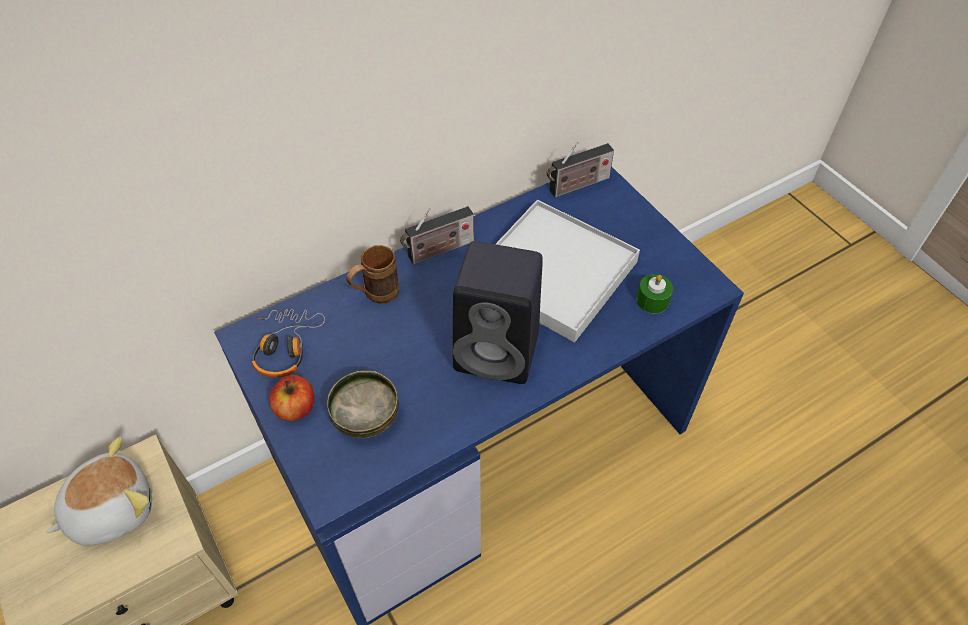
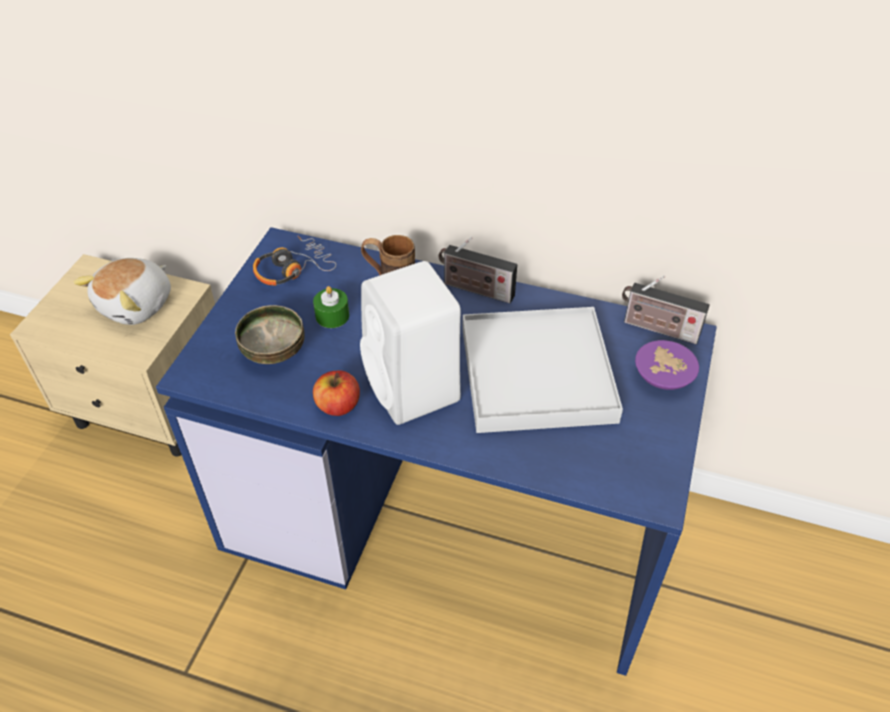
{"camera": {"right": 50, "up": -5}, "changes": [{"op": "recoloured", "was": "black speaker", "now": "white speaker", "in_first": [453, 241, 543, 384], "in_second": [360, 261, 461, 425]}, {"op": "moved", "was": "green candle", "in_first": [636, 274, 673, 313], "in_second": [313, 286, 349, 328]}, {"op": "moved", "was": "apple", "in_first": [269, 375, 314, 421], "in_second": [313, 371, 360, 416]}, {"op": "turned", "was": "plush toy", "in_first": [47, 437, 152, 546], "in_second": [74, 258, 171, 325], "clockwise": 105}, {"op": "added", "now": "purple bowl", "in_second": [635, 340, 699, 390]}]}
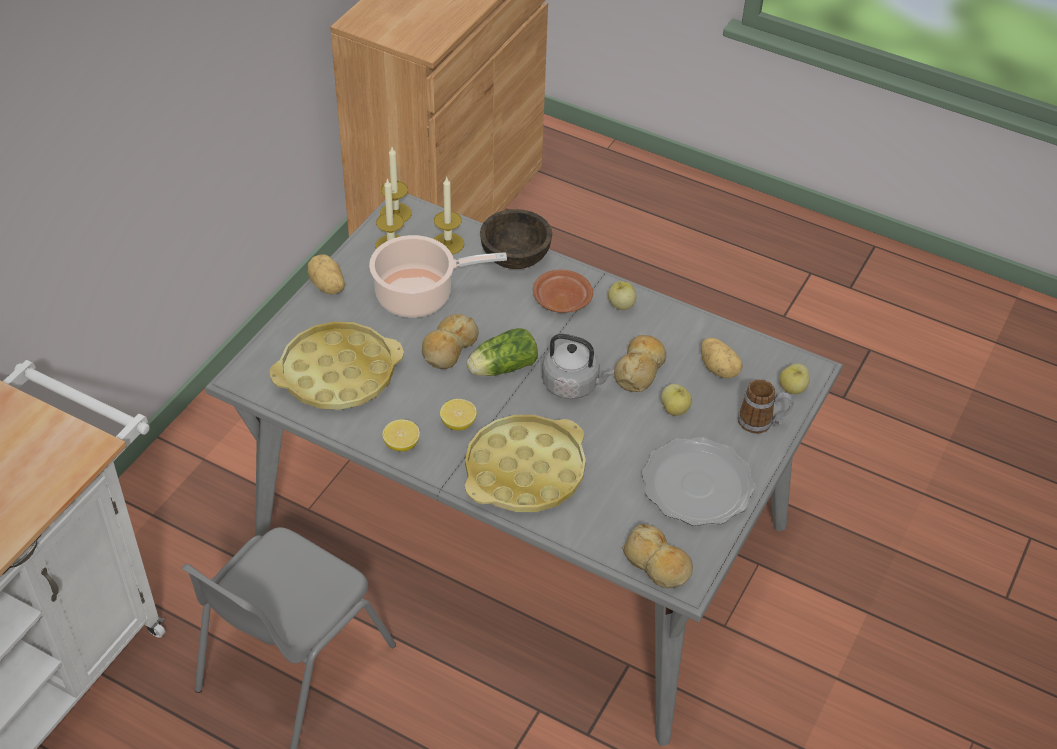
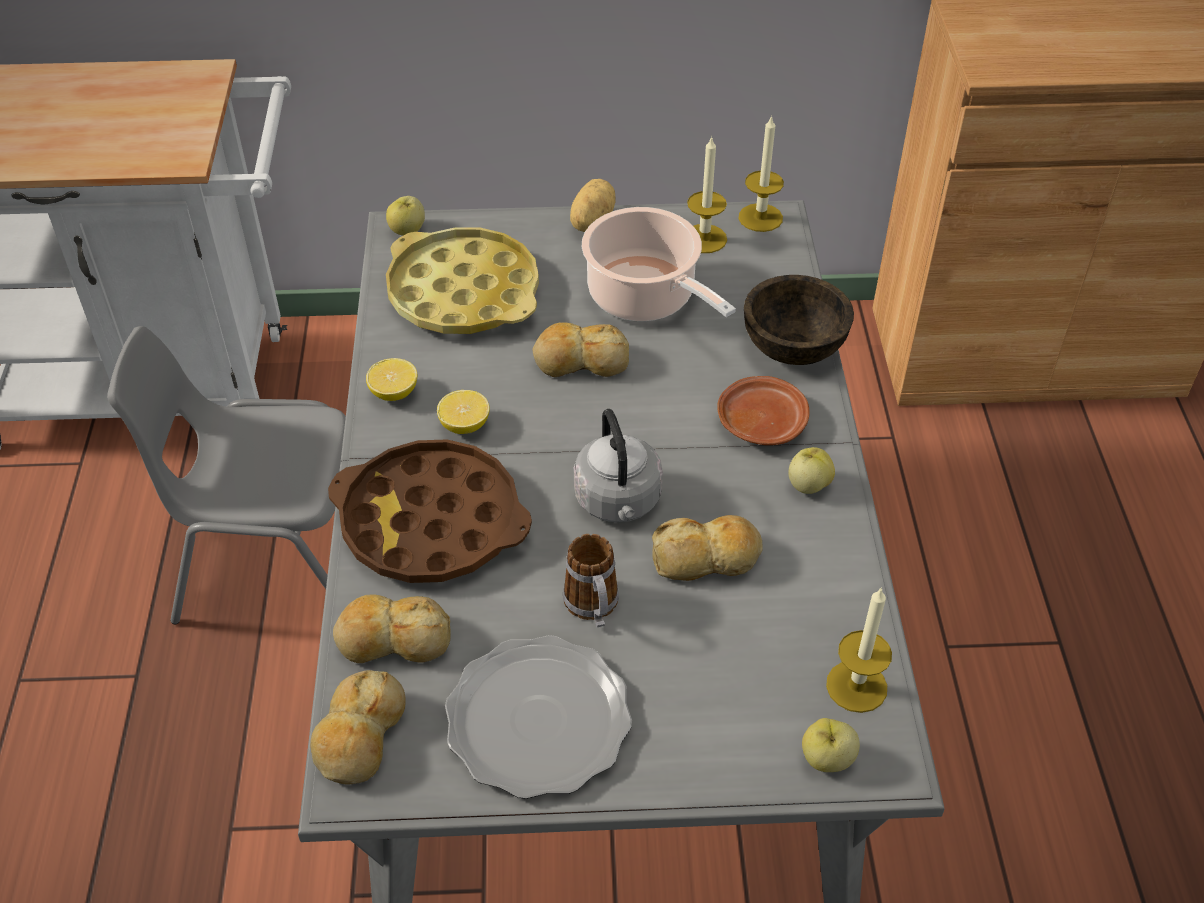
{"camera": {"right": 60, "up": 0}, "changes": [{"op": "moved", "was": "candle", "in_first": [434, 177, 464, 255], "in_second": [826, 587, 892, 713]}, {"op": "removed", "was": "lettuce", "in_first": [466, 328, 538, 376]}, {"op": "removed", "was": "potato", "in_first": [701, 338, 743, 378]}, {"op": "moved", "was": "mug", "in_first": [738, 379, 793, 433], "in_second": [563, 534, 619, 627]}, {"op": "moved", "was": "apple", "in_first": [661, 384, 692, 416], "in_second": [386, 196, 425, 236]}, {"op": "recoloured", "was": "yellow tray", "now": "brown tray", "in_first": [465, 415, 586, 512], "in_second": [328, 439, 532, 583]}, {"op": "added", "now": "bread", "in_second": [333, 594, 451, 663]}]}
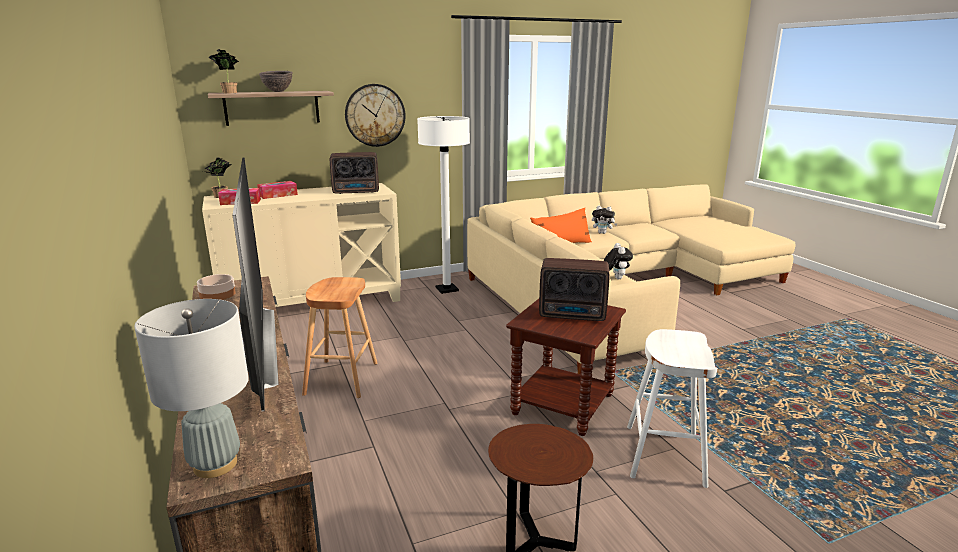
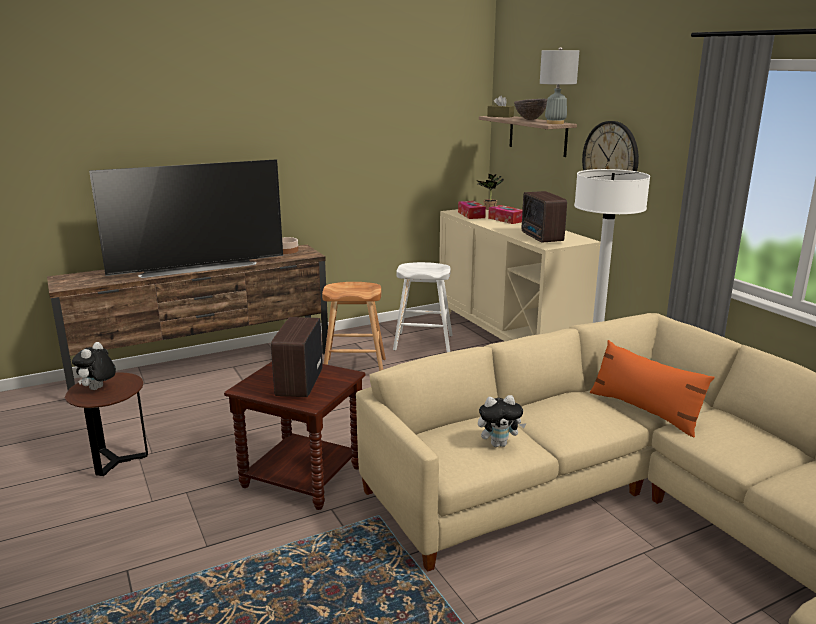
{"camera": {"right": 85, "up": 0}, "changes": [{"op": "replaced", "was": "potted plant", "now": "brown tissue box", "in_first": [208, 49, 239, 93], "in_second": [487, 96, 514, 118]}, {"op": "moved", "was": "plush toy", "in_first": [592, 206, 617, 234], "in_second": [72, 342, 116, 390]}, {"op": "moved", "was": "grey table lamp", "in_first": [134, 299, 249, 478], "in_second": [540, 47, 579, 124]}, {"op": "moved", "was": "white stool", "in_first": [627, 329, 717, 488], "in_second": [393, 262, 453, 352]}]}
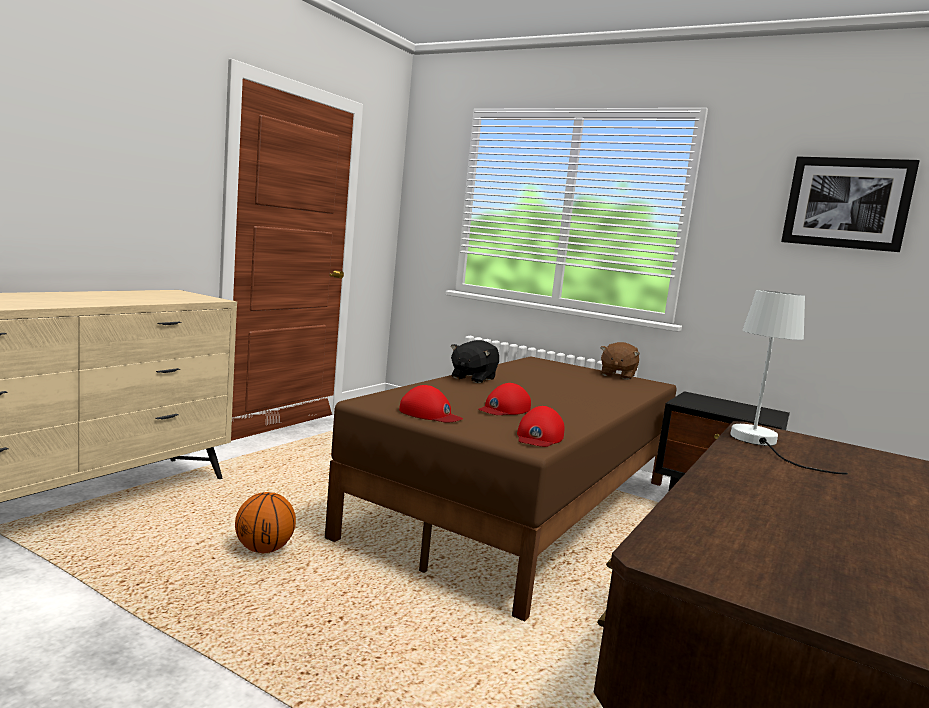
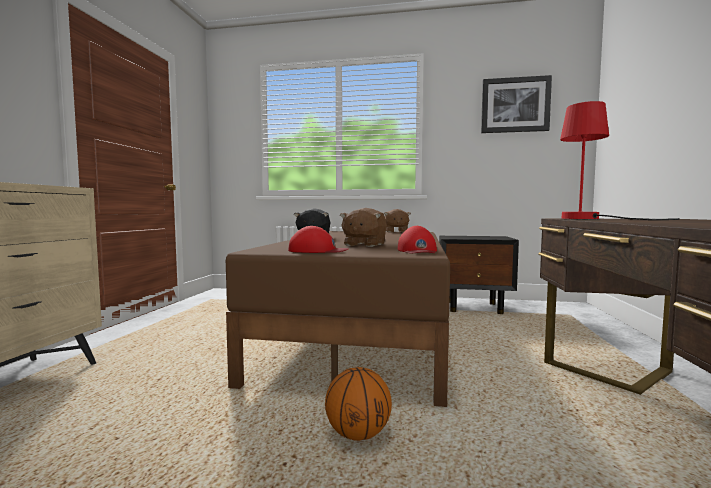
{"camera": {"right": -20, "up": -5}, "changes": [{"op": "recoloured", "was": "white table lamp", "now": "red table lamp", "in_first": [730, 290, 848, 475], "in_second": [560, 101, 680, 220]}, {"op": "replaced", "was": "red cap", "now": "brown plush toy", "in_first": [478, 383, 531, 415], "in_second": [340, 208, 387, 247]}, {"op": "moved", "was": "basketball", "in_first": [235, 492, 296, 553], "in_second": [325, 367, 392, 441]}]}
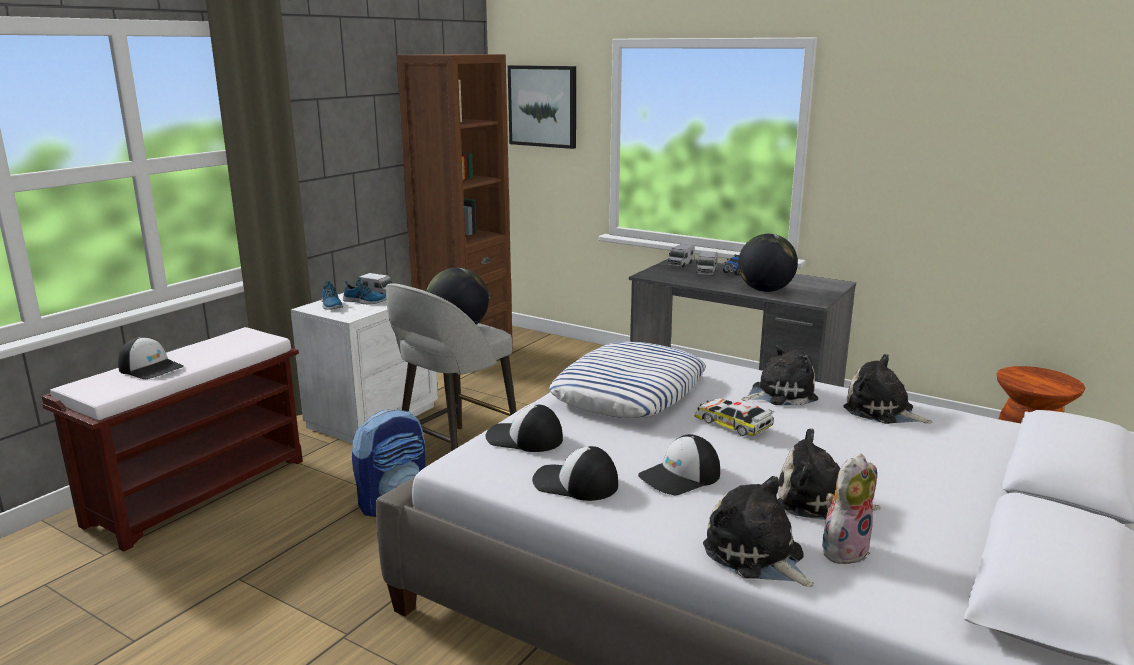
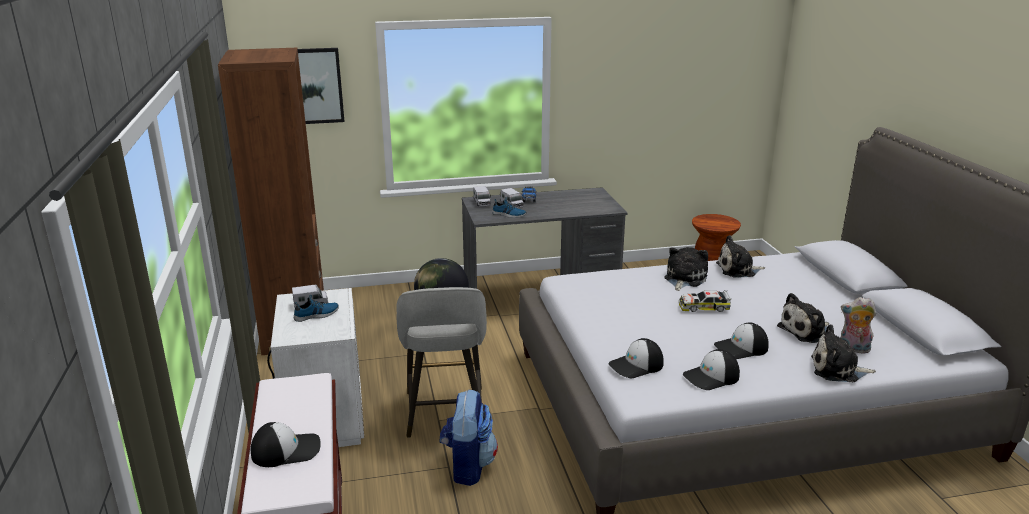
{"camera": {"right": -45, "up": 5}, "changes": [{"op": "removed", "was": "globe", "in_first": [738, 234, 798, 292]}, {"op": "moved", "was": "shoe", "in_first": [321, 281, 343, 310], "in_second": [492, 197, 527, 218]}, {"op": "removed", "was": "pillow", "in_first": [549, 342, 706, 418]}, {"op": "turned", "was": "cap", "in_first": [638, 434, 720, 495], "in_second": [714, 322, 769, 359], "clockwise": 60}, {"op": "turned", "was": "plush toy", "in_first": [822, 454, 877, 566], "in_second": [841, 297, 876, 354], "clockwise": -75}]}
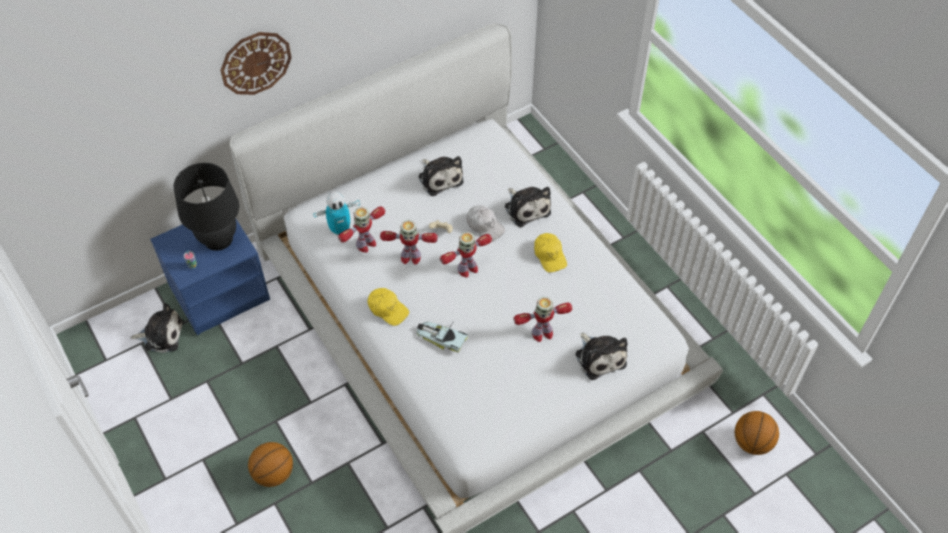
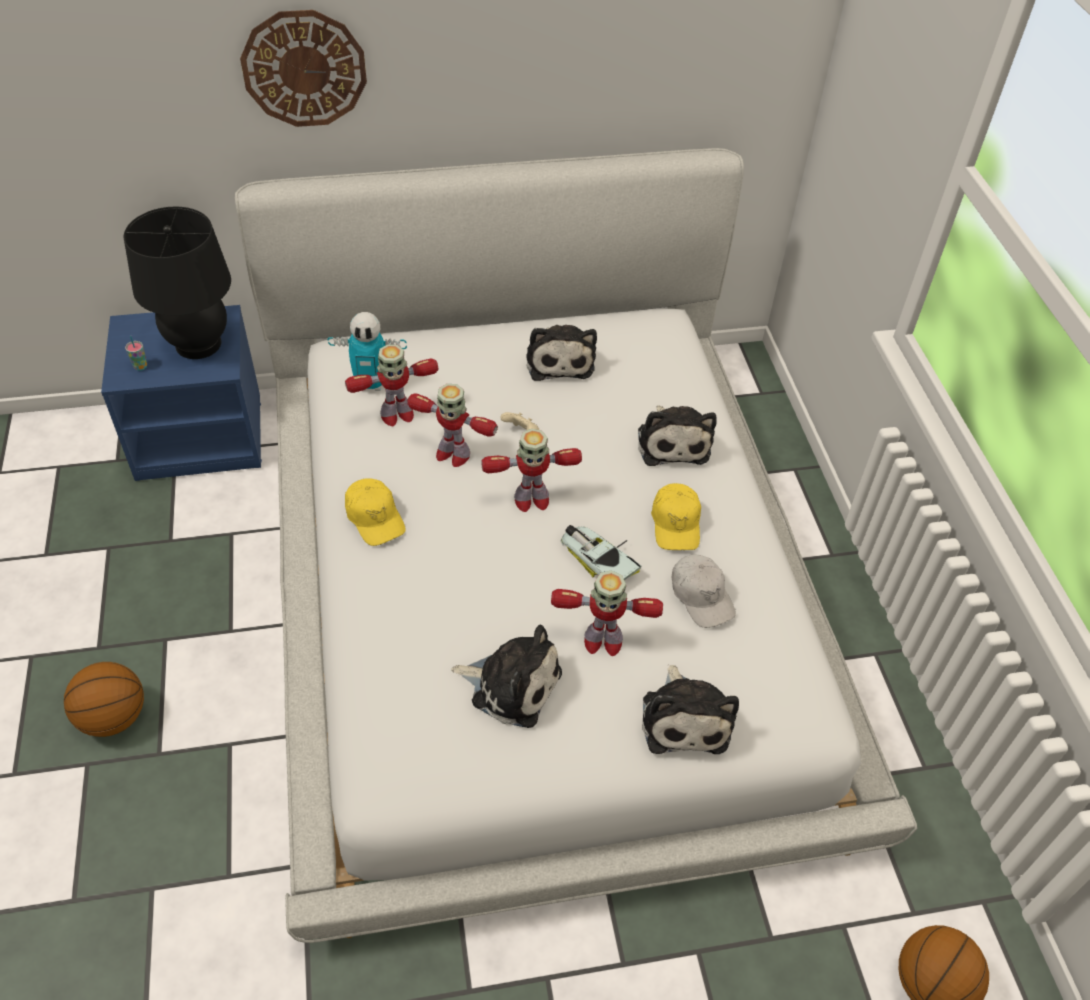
{"camera": {"right": 20, "up": -5}, "changes": [{"op": "moved", "was": "white cap", "in_first": [466, 205, 505, 241], "in_second": [672, 555, 736, 628]}, {"op": "moved", "was": "plush toy", "in_first": [130, 303, 184, 353], "in_second": [451, 625, 562, 728]}, {"op": "moved", "was": "toy car", "in_first": [417, 322, 468, 353], "in_second": [561, 525, 642, 581]}]}
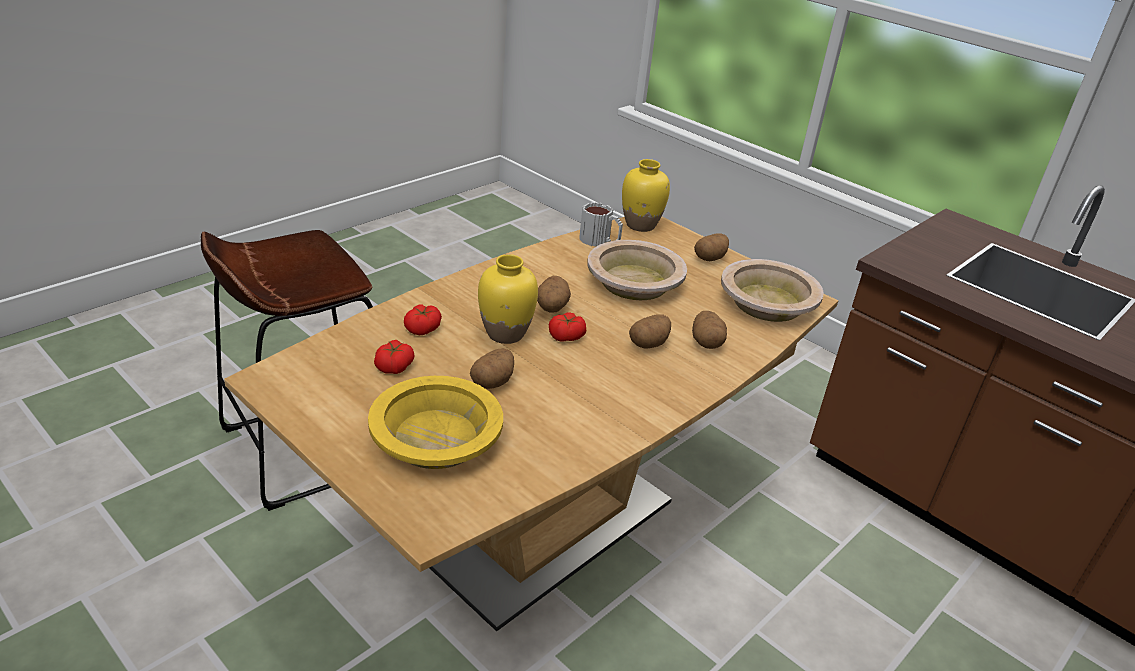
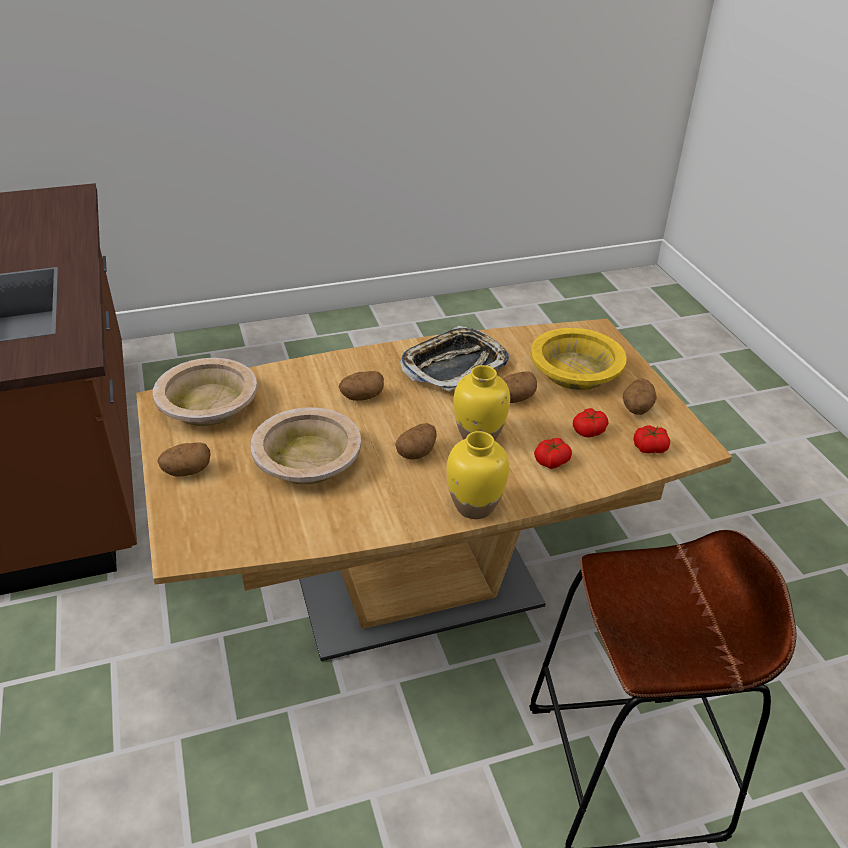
{"camera": {"right": -150, "up": 5}, "changes": [{"op": "moved", "was": "yellow vase", "in_first": [622, 159, 670, 232], "in_second": [447, 431, 509, 519]}, {"op": "removed", "was": "mug", "in_first": [579, 202, 623, 247]}, {"op": "moved", "was": "potato", "in_first": [692, 311, 727, 349], "in_second": [623, 378, 657, 415]}, {"op": "moved", "was": "tomato", "in_first": [549, 312, 586, 342], "in_second": [634, 426, 670, 454]}, {"op": "added", "now": "tray", "in_second": [400, 326, 509, 392]}]}
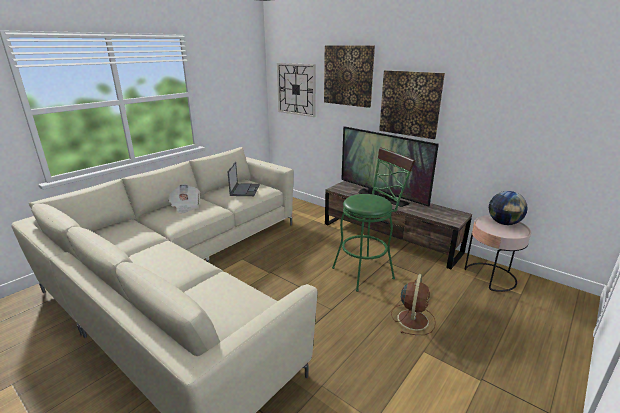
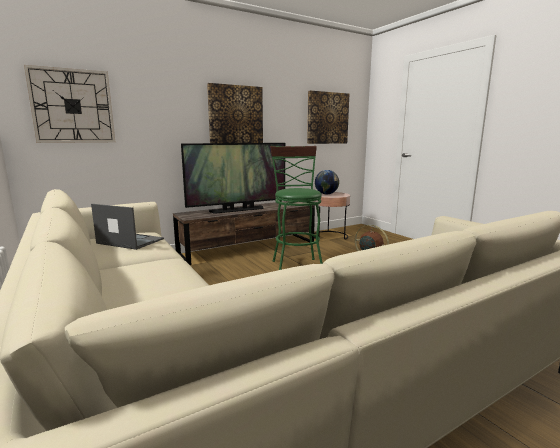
{"camera": {"right": -70, "up": -10}, "changes": [{"op": "moved", "was": "picture", "in_first": [324, 45, 375, 108], "in_second": [307, 90, 349, 144]}, {"op": "removed", "was": "newspaper", "in_first": [168, 184, 200, 214]}]}
